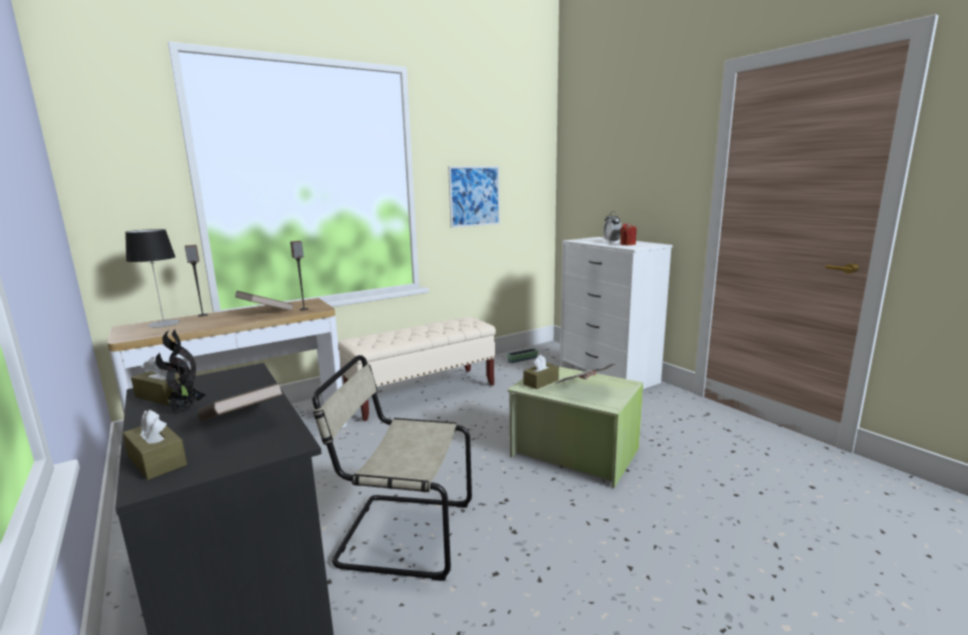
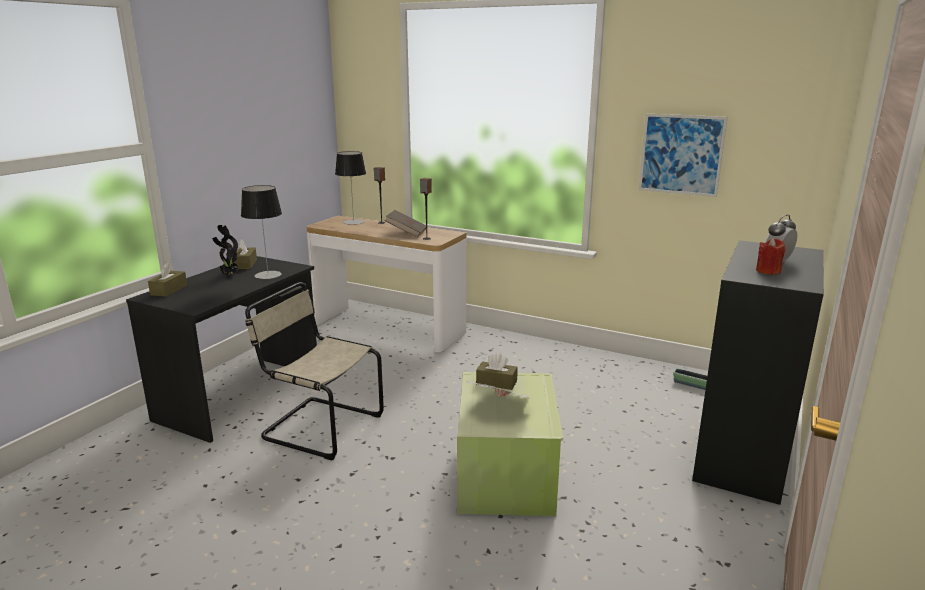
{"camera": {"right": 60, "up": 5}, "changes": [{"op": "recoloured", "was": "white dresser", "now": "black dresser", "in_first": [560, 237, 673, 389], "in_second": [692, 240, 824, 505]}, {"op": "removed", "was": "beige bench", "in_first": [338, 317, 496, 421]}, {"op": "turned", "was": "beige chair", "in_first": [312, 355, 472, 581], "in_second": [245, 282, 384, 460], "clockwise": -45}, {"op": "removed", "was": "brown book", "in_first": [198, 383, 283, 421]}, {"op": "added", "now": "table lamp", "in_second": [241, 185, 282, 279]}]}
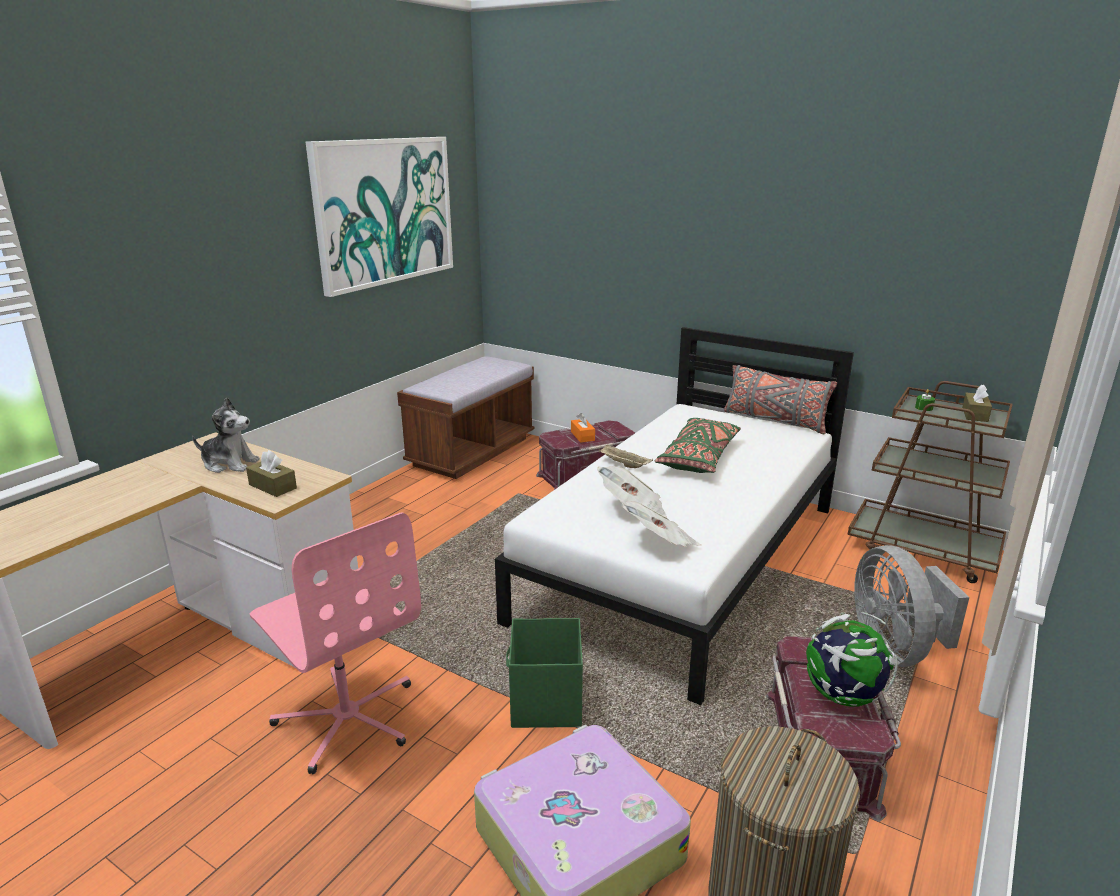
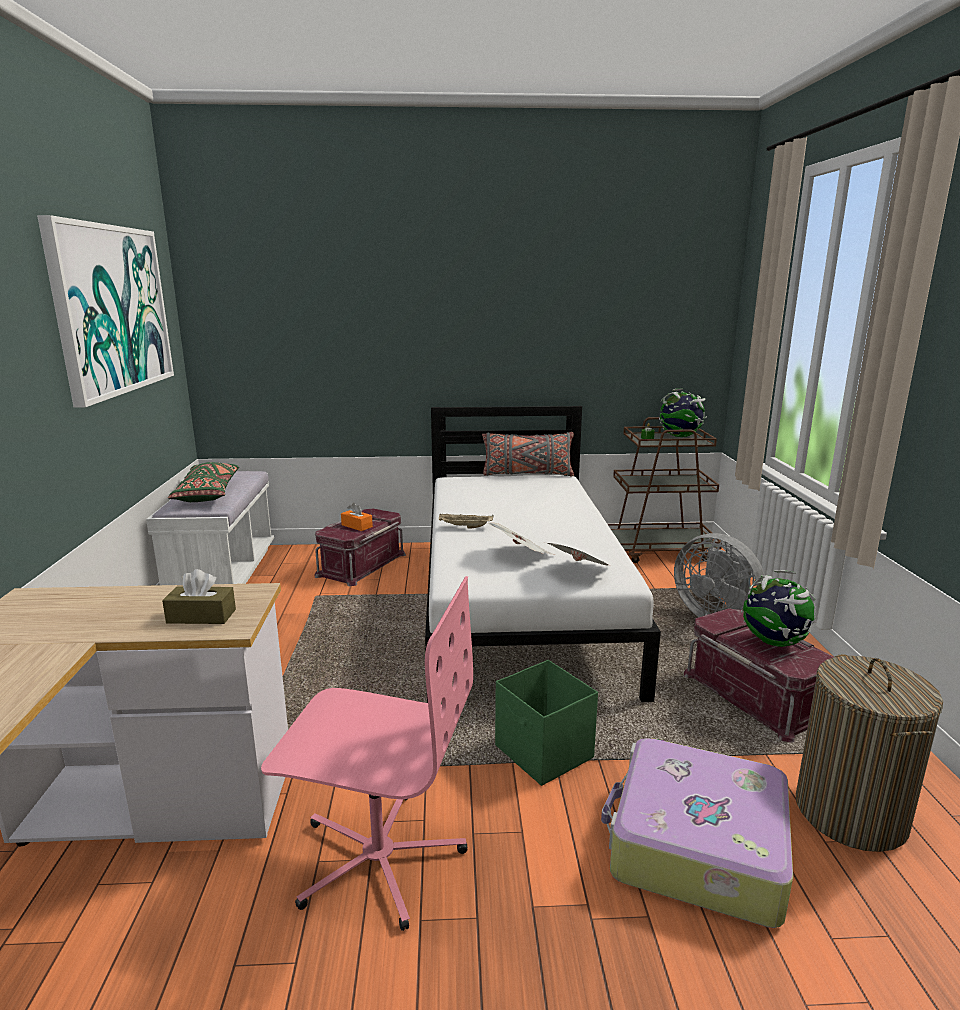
{"camera": {"right": -35, "up": -5}, "changes": [{"op": "recoloured", "was": "brown bench", "now": "white bench", "in_first": [397, 356, 535, 479], "in_second": [146, 471, 274, 585]}, {"op": "replaced", "was": "brown tissue box", "now": "globe", "in_first": [962, 384, 992, 422], "in_second": [659, 389, 707, 437]}, {"op": "removed", "was": "plush toy", "in_first": [192, 397, 260, 473]}, {"op": "moved", "was": "green pillow", "in_first": [655, 418, 741, 473], "in_second": [168, 462, 239, 502]}]}
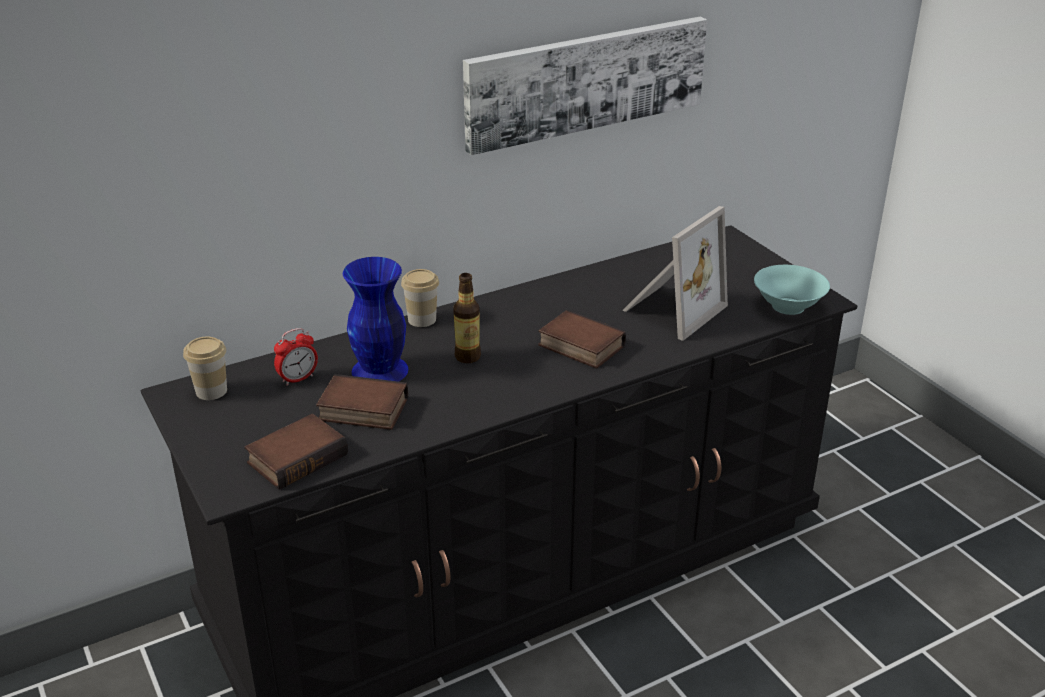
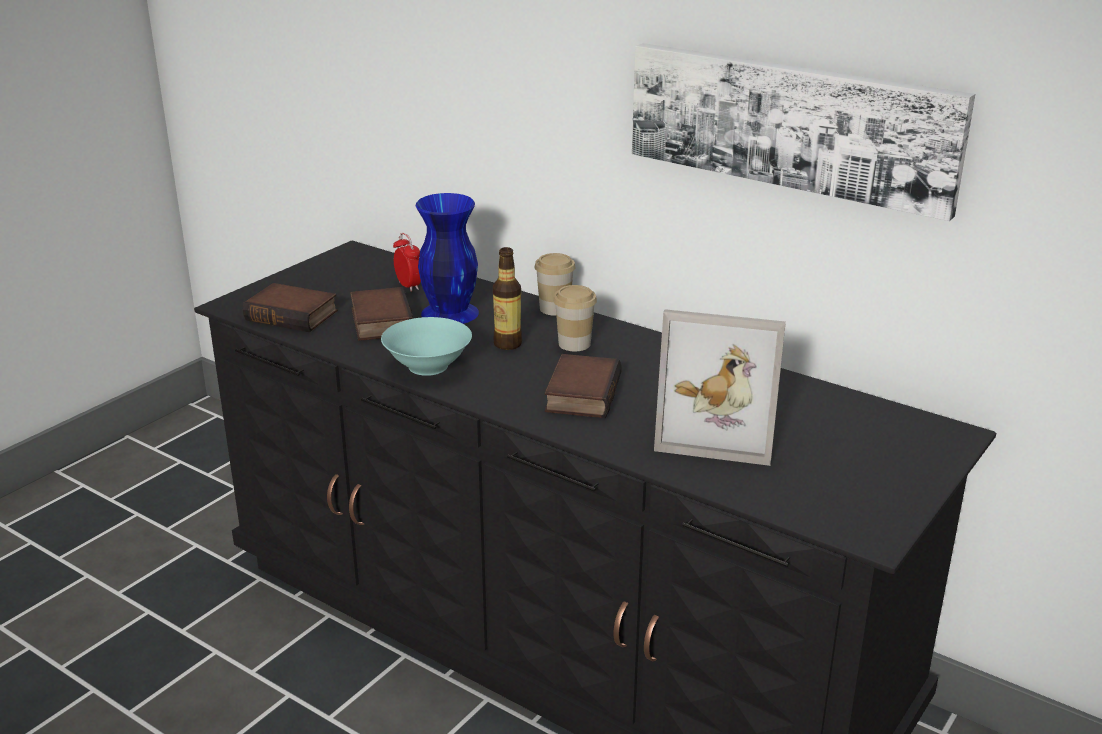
{"camera": {"right": 65, "up": -5}, "changes": [{"op": "moved", "was": "turquoise bowl", "in_first": [754, 265, 830, 315], "in_second": [381, 317, 472, 376]}, {"op": "turned", "was": "alarm clock", "in_first": [274, 328, 318, 386], "in_second": [393, 233, 421, 292], "clockwise": -150}, {"op": "moved", "was": "cup", "in_first": [183, 337, 227, 400], "in_second": [553, 285, 597, 351]}]}
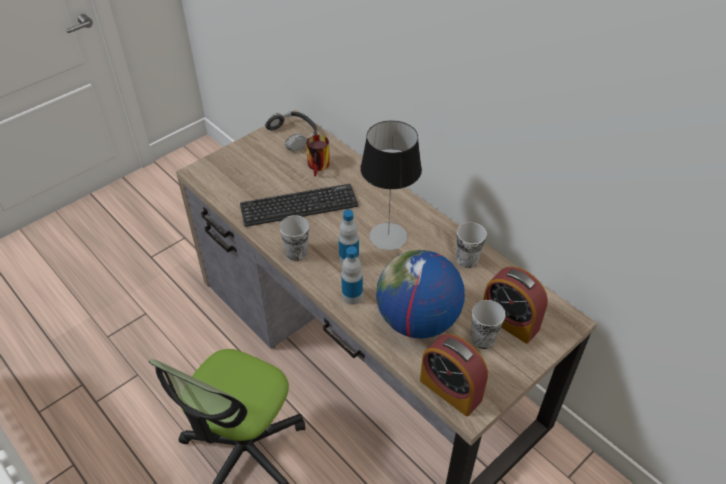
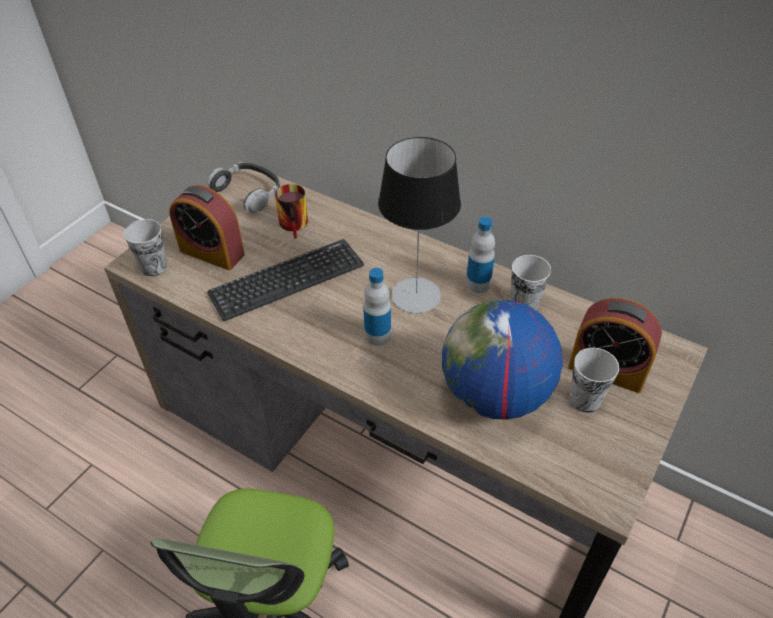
{"camera": {"right": -15, "up": 0}, "changes": [{"op": "moved", "was": "cup", "in_first": [279, 215, 309, 261], "in_second": [124, 219, 168, 276]}, {"op": "moved", "was": "bottle", "in_first": [341, 246, 363, 305], "in_second": [466, 217, 495, 293]}, {"op": "moved", "was": "alarm clock", "in_first": [420, 334, 488, 416], "in_second": [169, 185, 245, 270]}]}
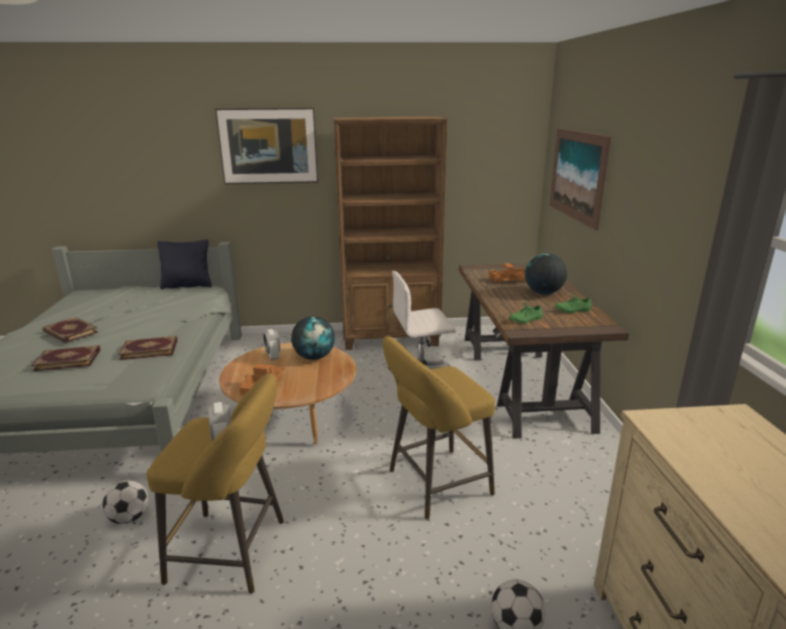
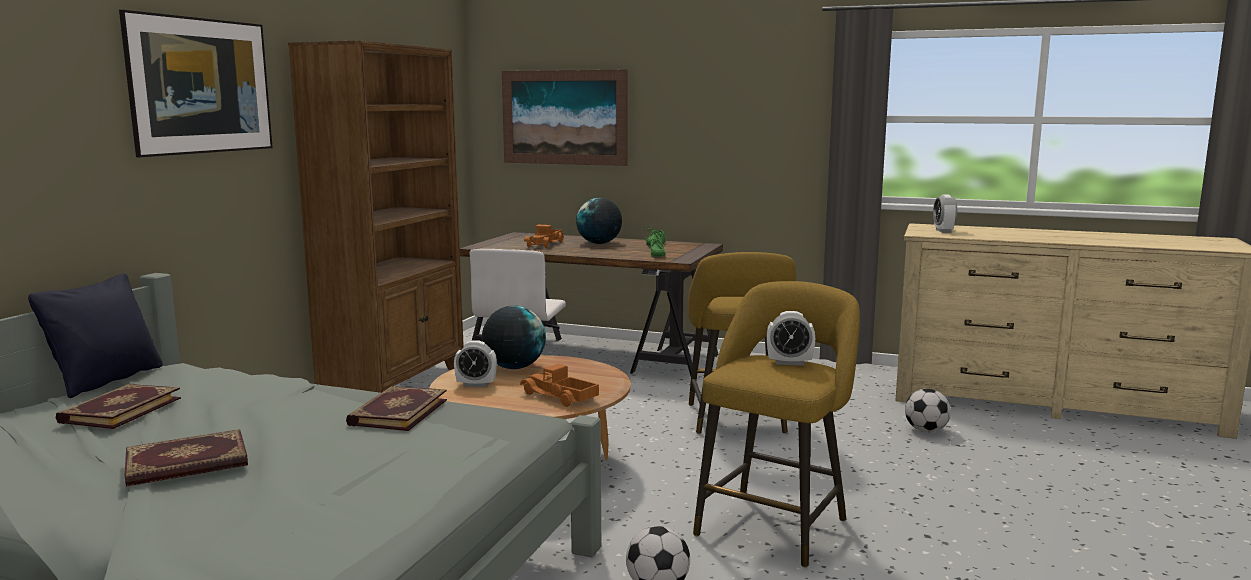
{"camera": {"right": -65, "up": -10}, "changes": [{"op": "moved", "was": "book", "in_first": [31, 345, 100, 371], "in_second": [56, 384, 181, 429]}, {"op": "added", "now": "alarm clock", "in_second": [933, 195, 957, 233]}]}
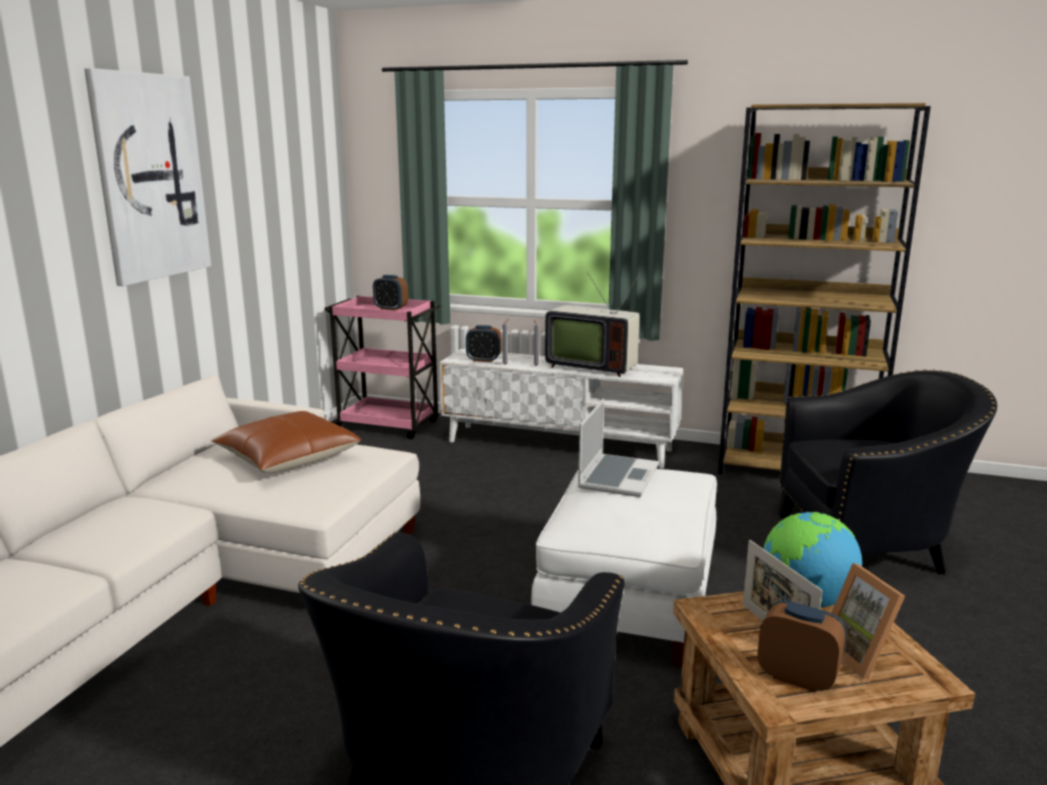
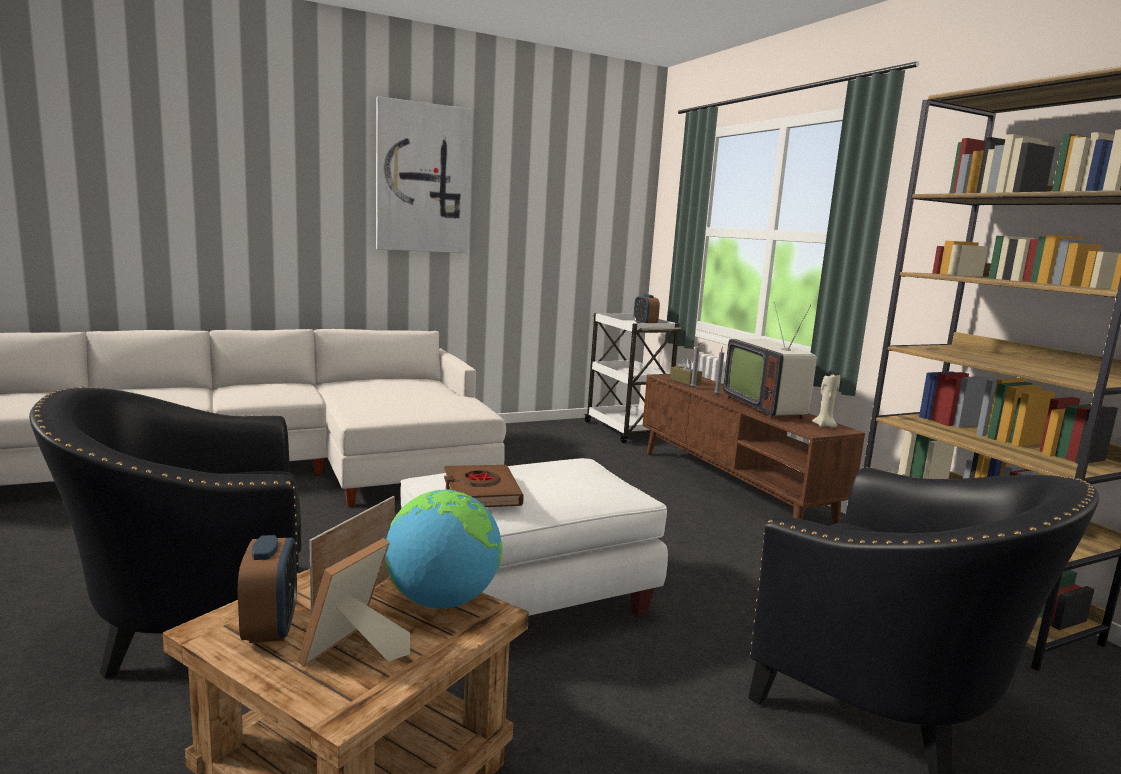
{"camera": {"right": 45, "up": -5}, "changes": [{"op": "recoloured", "was": "pink cart", "now": "white cart", "in_first": [324, 296, 441, 439], "in_second": [584, 313, 681, 443]}, {"op": "replaced", "was": "alarm clock", "now": "brown tissue box", "in_first": [466, 325, 502, 362], "in_second": [670, 357, 702, 385]}, {"op": "recoloured", "was": "white tv stand", "now": "brown tv stand", "in_first": [439, 349, 684, 468], "in_second": [643, 374, 865, 524]}, {"op": "removed", "was": "laptop", "in_first": [578, 399, 659, 497]}, {"op": "removed", "was": "brown pillow", "in_first": [211, 411, 361, 473]}, {"op": "added", "now": "beige candle", "in_second": [812, 375, 840, 428]}, {"op": "added", "now": "brown book", "in_second": [444, 465, 524, 507]}]}
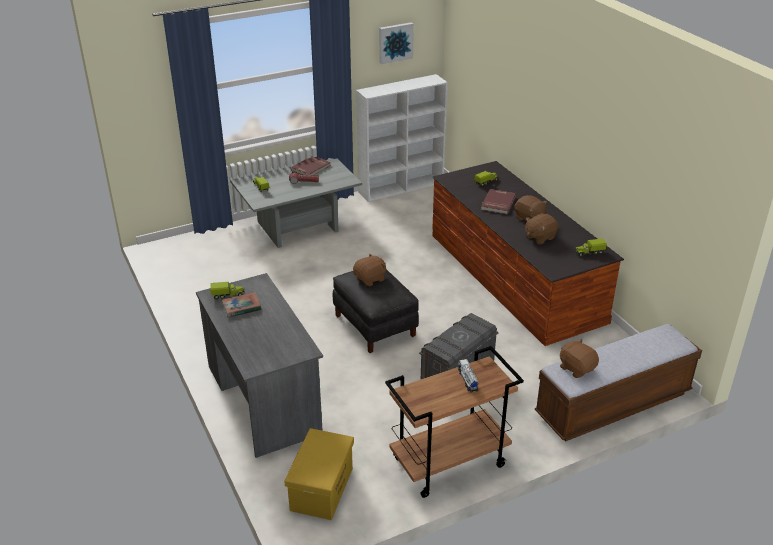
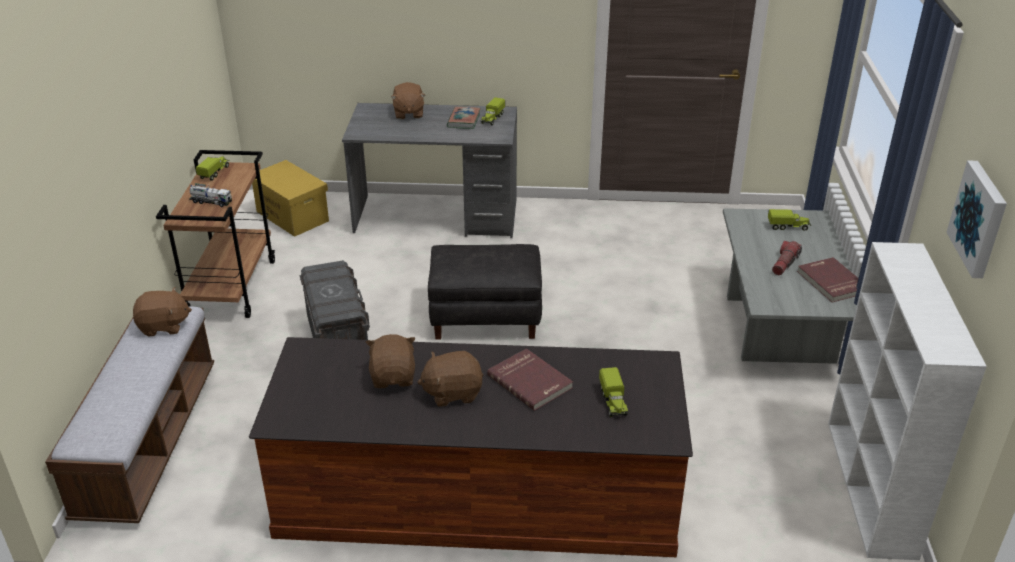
{"camera": {"right": 120, "up": 0}, "changes": [{"op": "moved", "was": "toy truck", "in_first": [574, 239, 607, 256], "in_second": [196, 156, 230, 181]}, {"op": "moved", "was": "brown plush toy", "in_first": [353, 254, 386, 286], "in_second": [391, 82, 425, 119]}]}
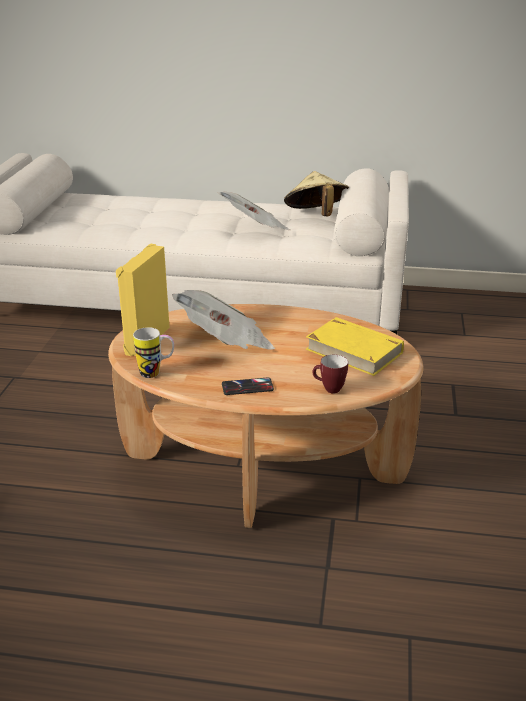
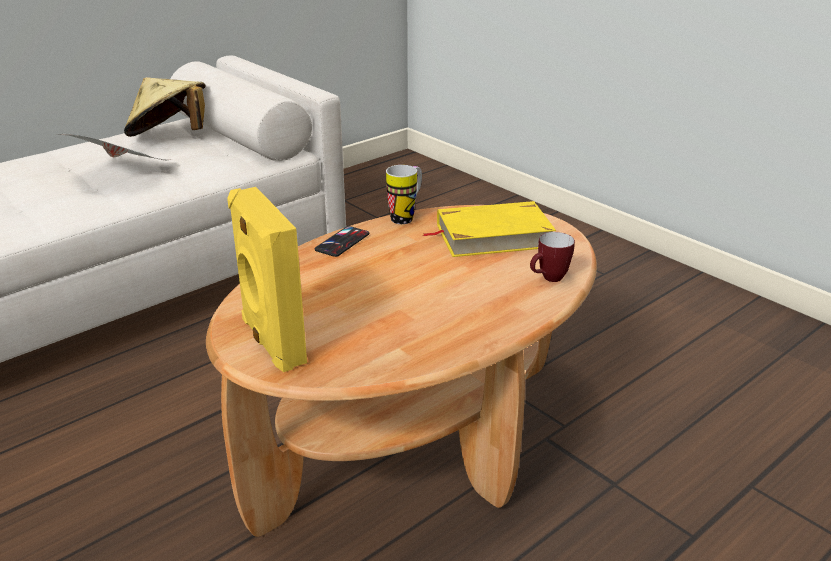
{"camera": {"right": -50, "up": 0}, "changes": [{"op": "removed", "was": "newspaper", "in_first": [172, 290, 275, 350]}, {"op": "moved", "was": "mug", "in_first": [133, 327, 174, 378], "in_second": [386, 165, 422, 224]}, {"op": "moved", "was": "phone", "in_first": [222, 377, 274, 395], "in_second": [315, 226, 369, 257]}]}
